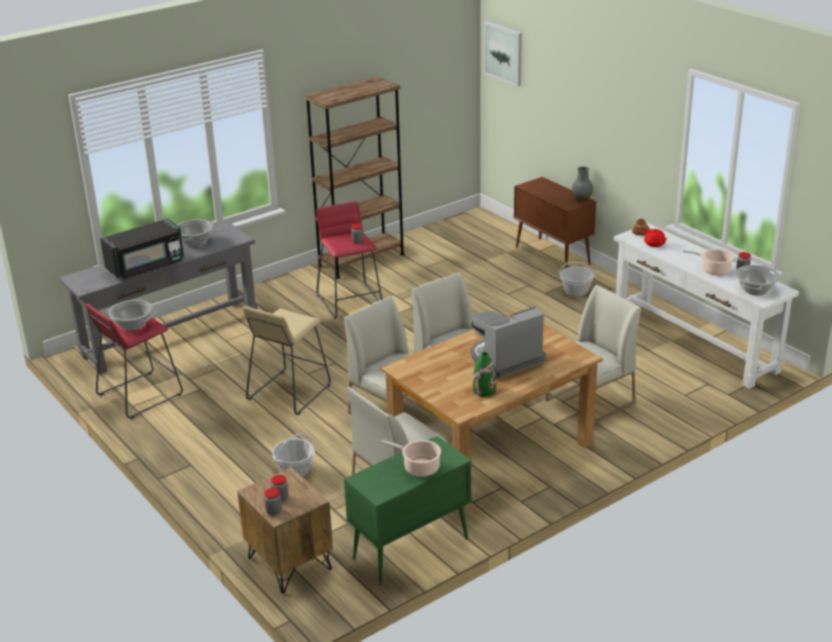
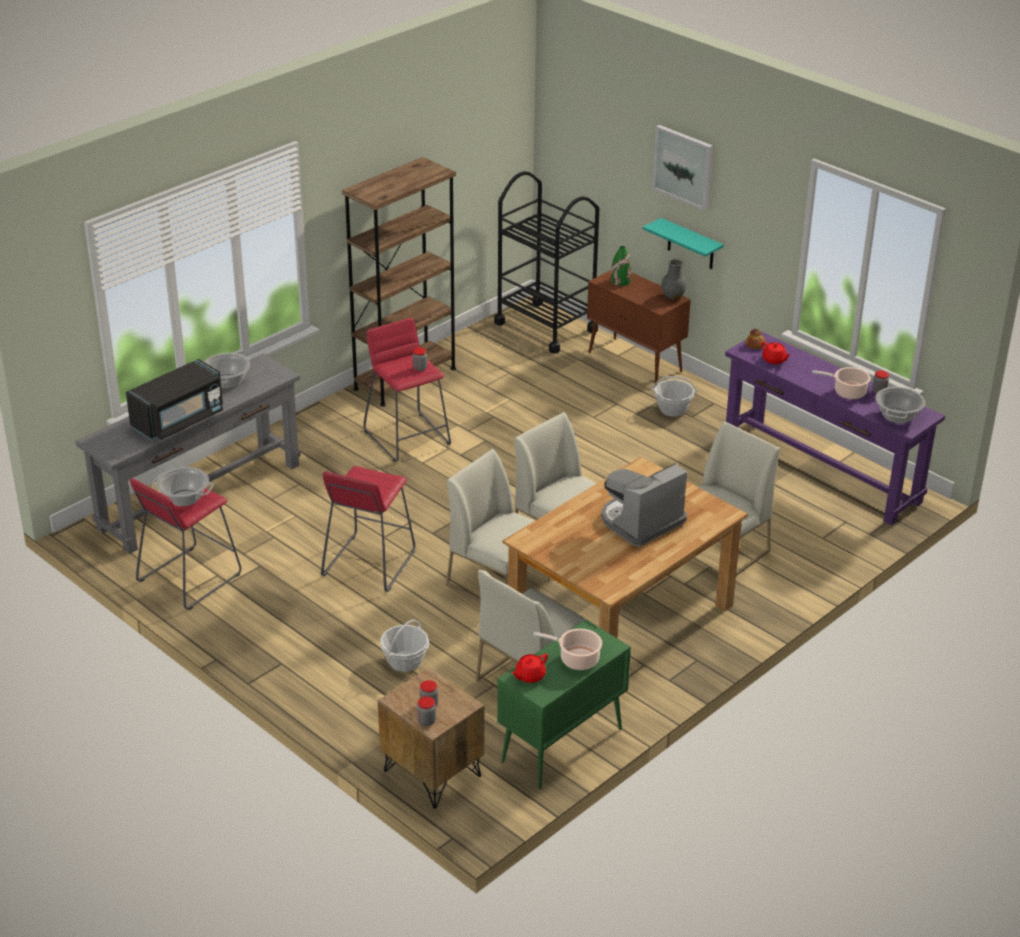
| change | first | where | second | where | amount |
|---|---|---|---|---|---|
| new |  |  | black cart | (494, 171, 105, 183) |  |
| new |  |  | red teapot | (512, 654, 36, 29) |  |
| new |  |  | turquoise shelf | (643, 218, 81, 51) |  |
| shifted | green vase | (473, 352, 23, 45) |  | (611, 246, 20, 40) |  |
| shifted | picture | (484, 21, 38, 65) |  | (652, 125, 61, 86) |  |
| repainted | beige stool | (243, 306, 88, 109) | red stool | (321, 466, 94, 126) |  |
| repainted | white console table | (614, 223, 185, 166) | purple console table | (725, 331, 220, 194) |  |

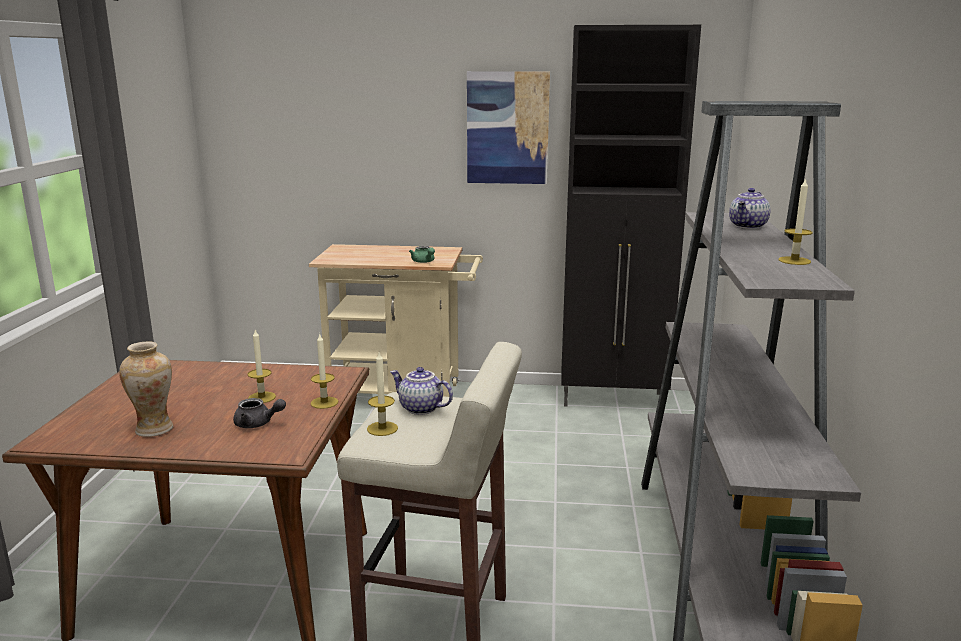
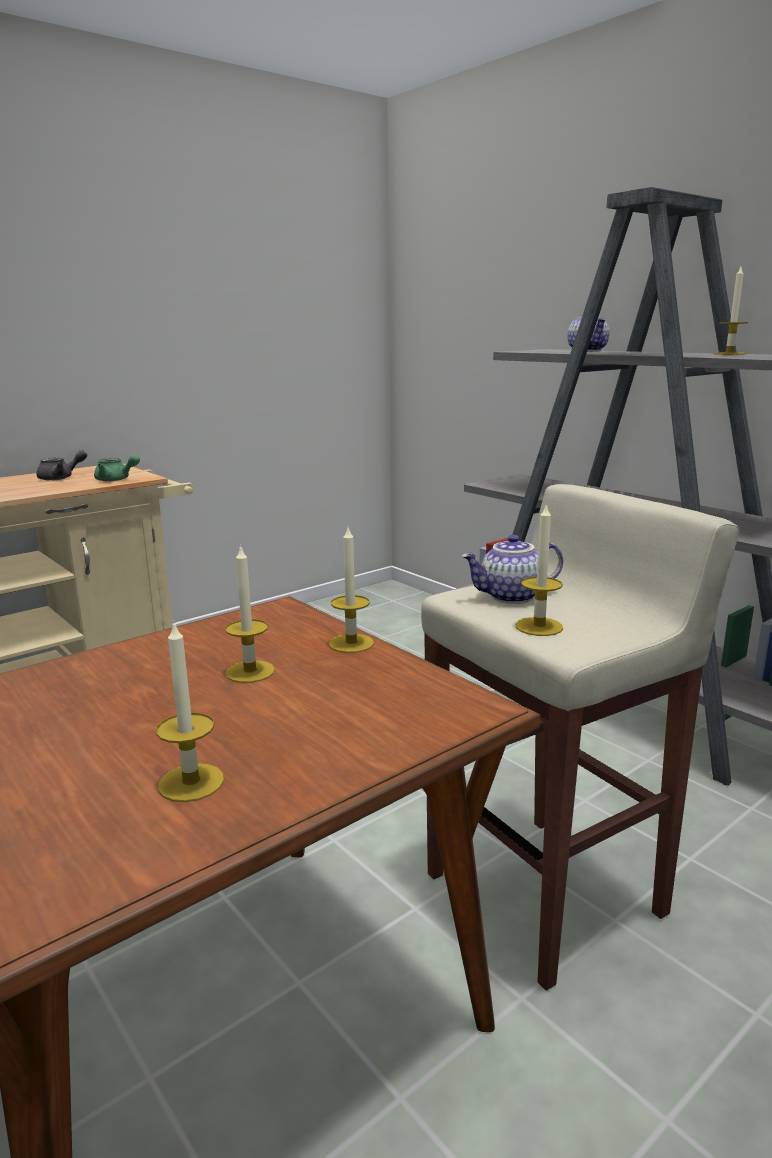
| change | first | where | second | where | amount |
|---|---|---|---|---|---|
| gone | picture | (467, 71, 83, 113) |  |  |  |
| gone | black cabinet | (562, 25, 139, 386) |  |  |  |
| shifted | grey teapot | (233, 398, 53, 30) |  | (36, 450, 51, 31) |  |
| swapped | vase | (119, 341, 54, 96) | candle | (156, 620, 68, 182) |  |

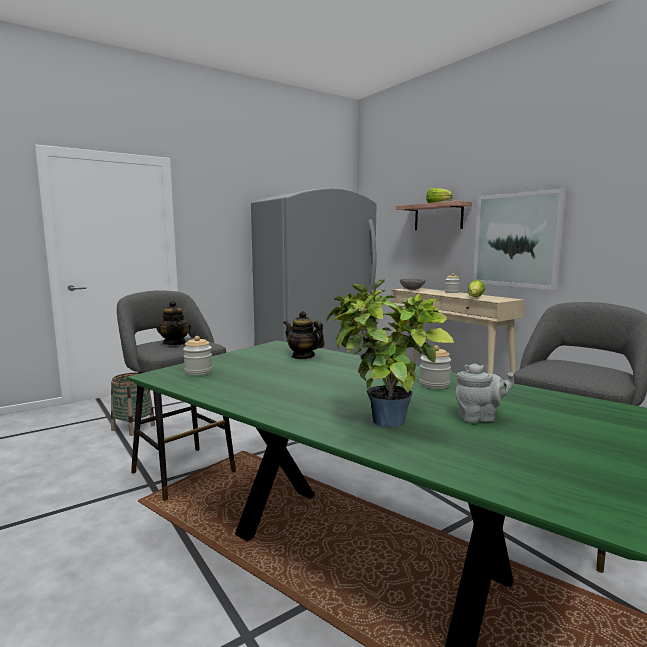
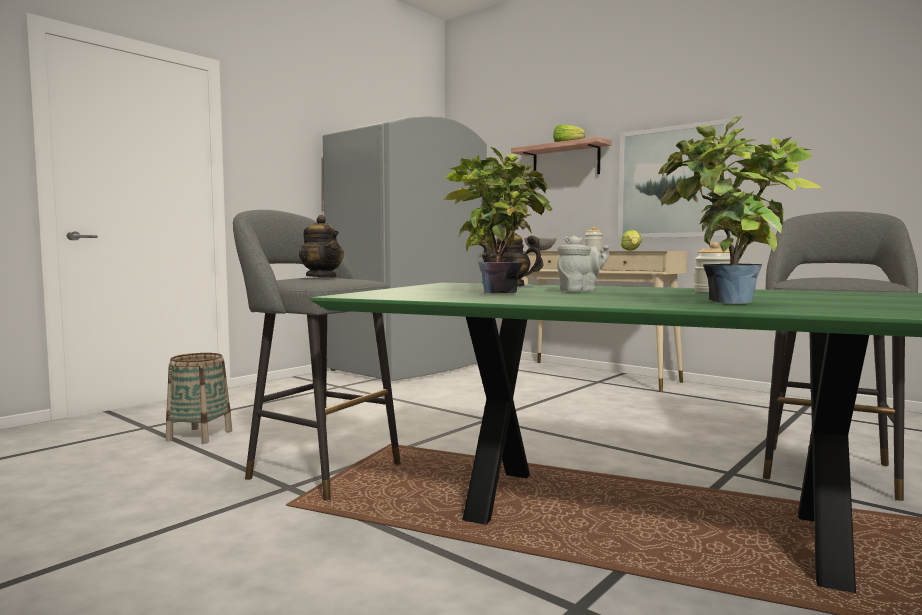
| change | first | where | second | where | amount |
|---|---|---|---|---|---|
| gone | jar | (183, 336, 29, 39) |  |  |  |
| new |  |  | potted plant | (443, 146, 109, 147) |  |
| shifted | grey teapot | (455, 363, 59, 60) |  | (557, 236, 52, 55) |  |

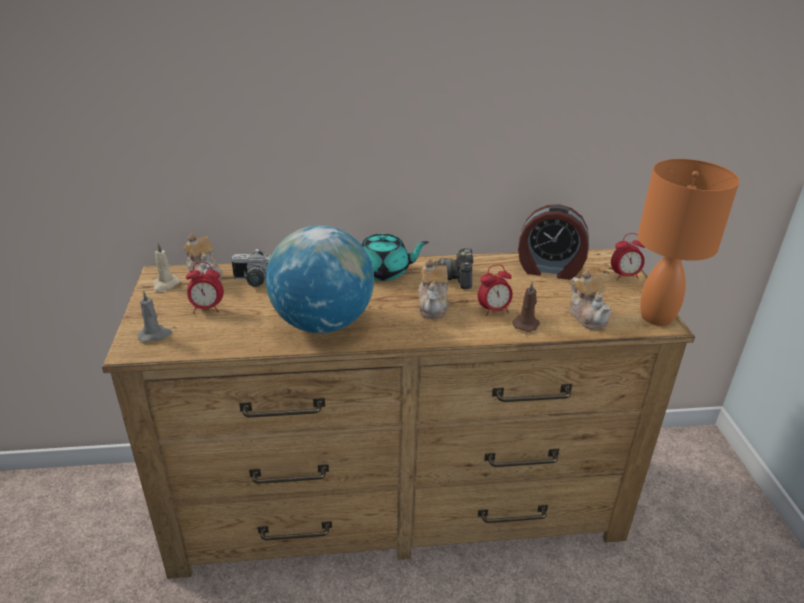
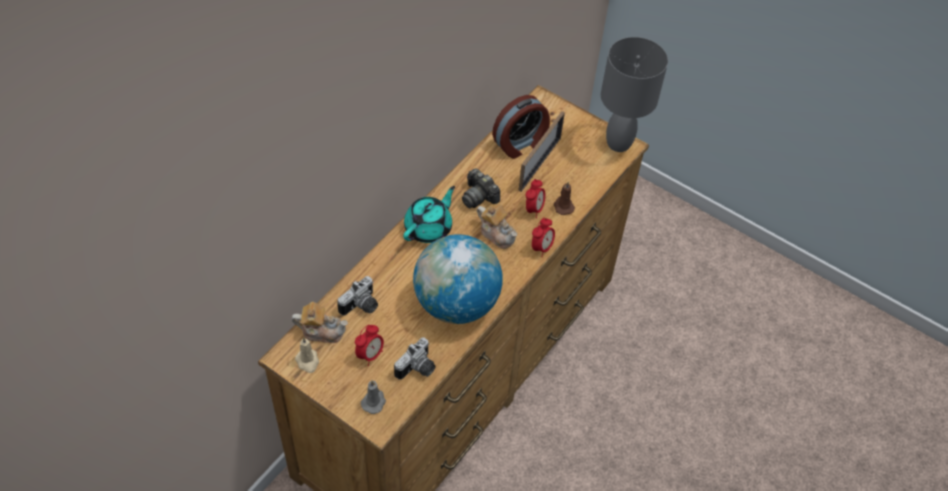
| change | first | where | second | where | amount |
|---|---|---|---|---|---|
| gone | teapot | (569, 270, 42, 60) |  |  |  |
| new |  |  | photo camera | (394, 337, 42, 43) |  |
| new |  |  | picture frame | (519, 111, 46, 81) |  |
| shifted | alarm clock | (611, 233, 34, 47) |  | (532, 218, 23, 39) |  |
| repainted | orange table lamp | (637, 159, 102, 167) | grey table lamp | (601, 37, 67, 115) |  |

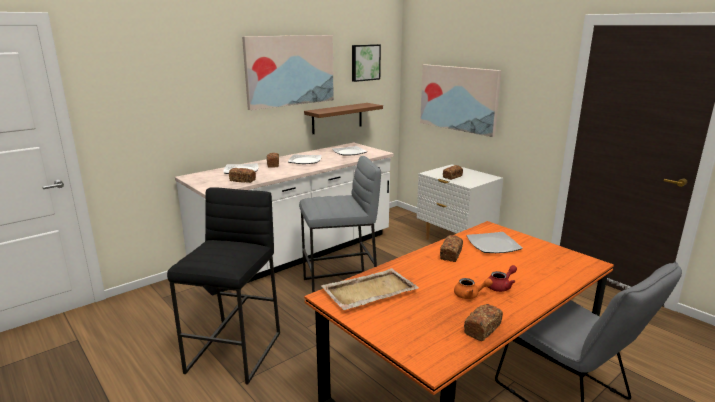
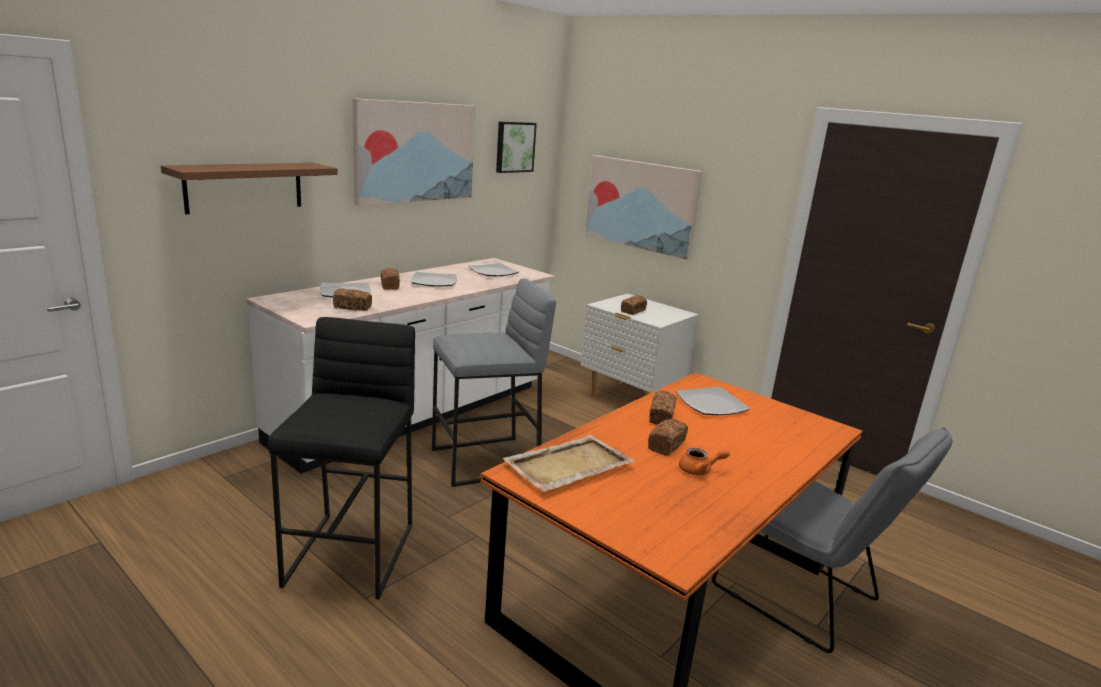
| change | first | where | second | where | amount |
|---|---|---|---|---|---|
| gone | red teapot | (488, 265, 29, 27) |  |  |  |
| shifted | brown shelf | (304, 103, 79, 31) |  | (161, 163, 177, 51) |  |
| shifted | bread | (464, 304, 39, 37) |  | (648, 419, 40, 37) |  |

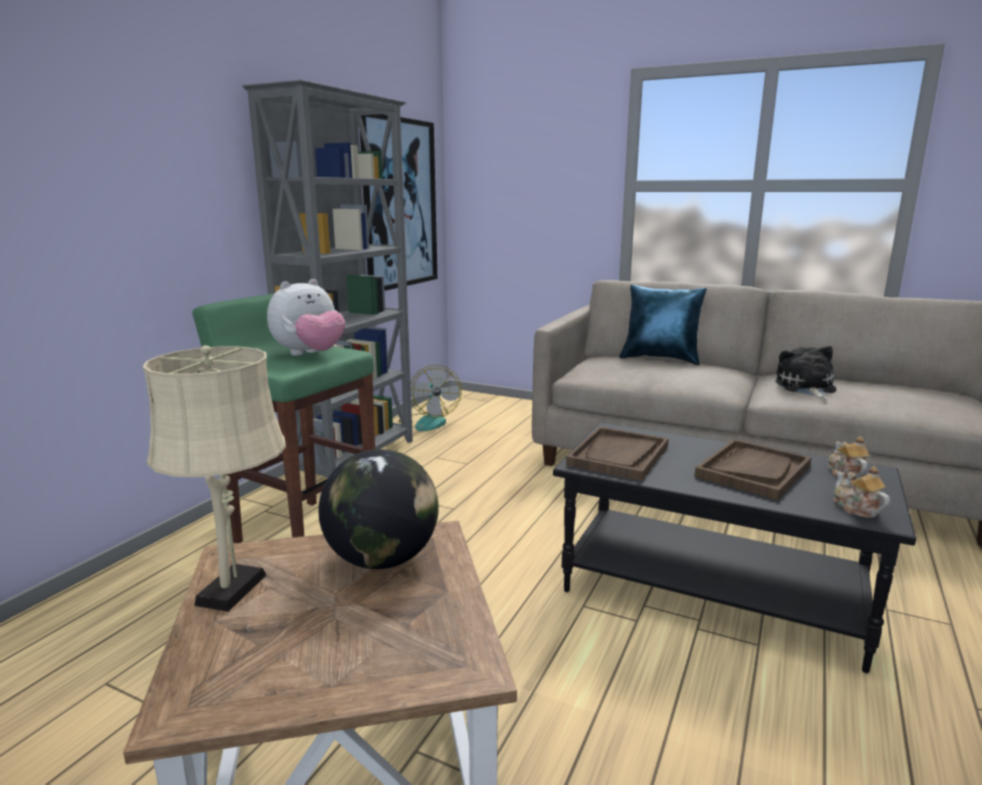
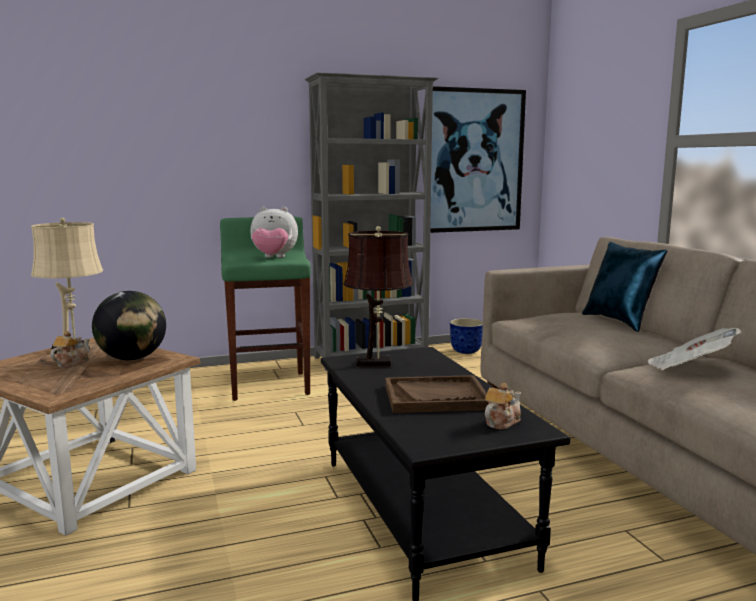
| change | first | where | second | where | amount |
|---|---|---|---|---|---|
| shifted | teapot | (833, 466, 57, 52) |  | (50, 331, 40, 37) |  |
| swapped | fan | (398, 365, 64, 66) | planter | (450, 318, 33, 36) |  |
| swapped | brown tray | (566, 427, 103, 54) | brown table lamp | (344, 226, 69, 141) |  |
| swapped | plush toy | (775, 346, 61, 53) | newspaper | (647, 328, 94, 42) |  |

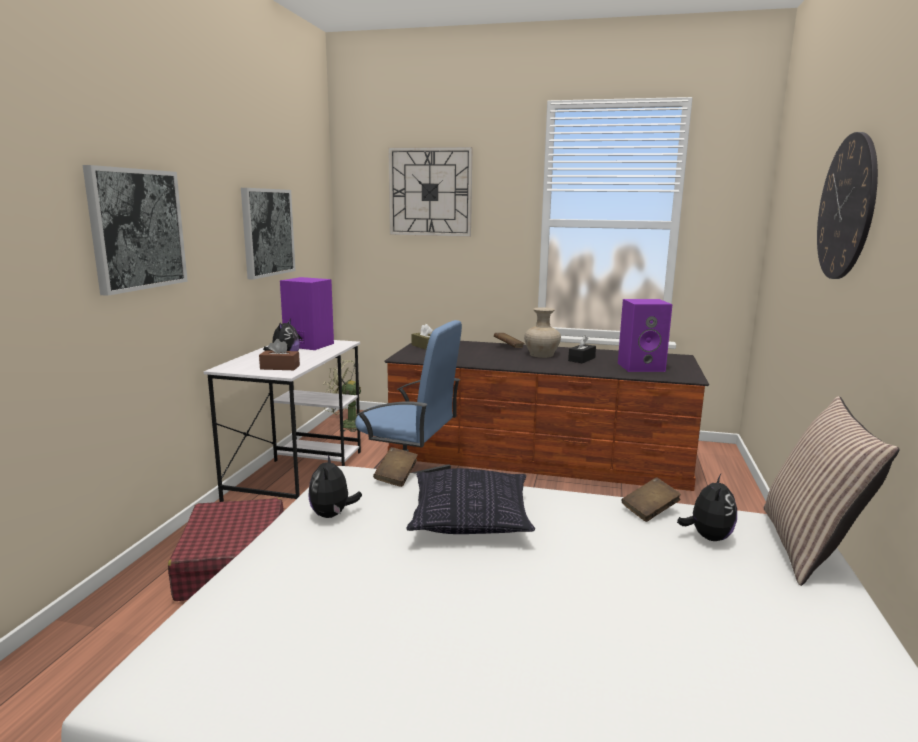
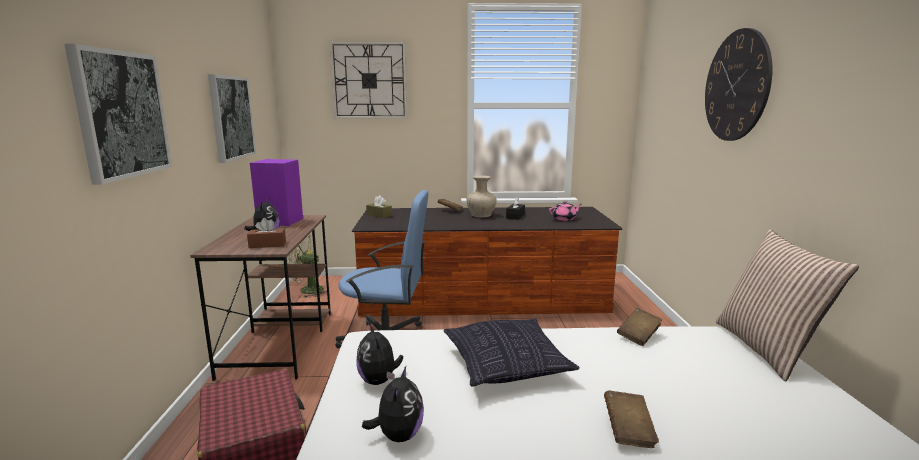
| change | first | where | second | where | amount |
|---|---|---|---|---|---|
| shifted | brown book | (373, 447, 45, 40) |  | (604, 391, 55, 57) |  |
| shifted | plush toy | (677, 474, 60, 67) |  | (362, 366, 62, 76) |  |
| swapped | purple speaker | (618, 299, 54, 73) | pink teapot | (549, 201, 33, 20) |  |
| repainted | white desk | (204, 340, 157, 162) | brown desk | (190, 215, 141, 166) |  |

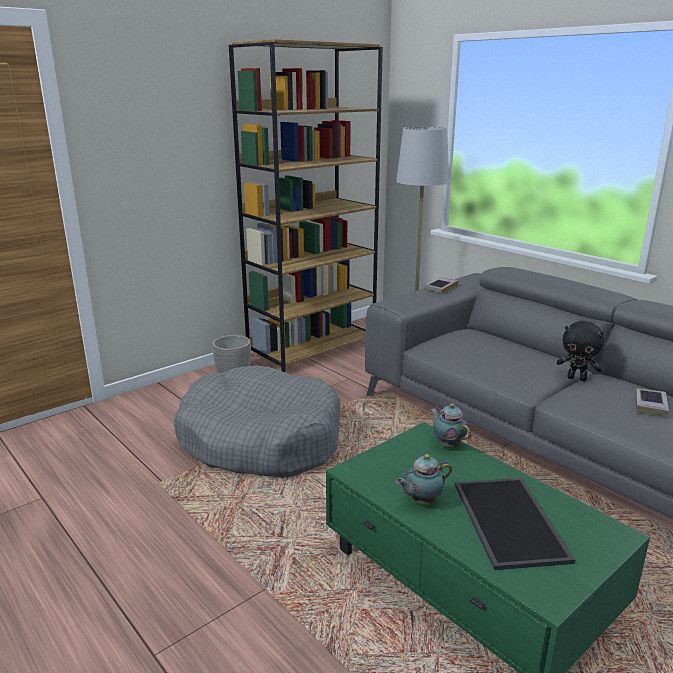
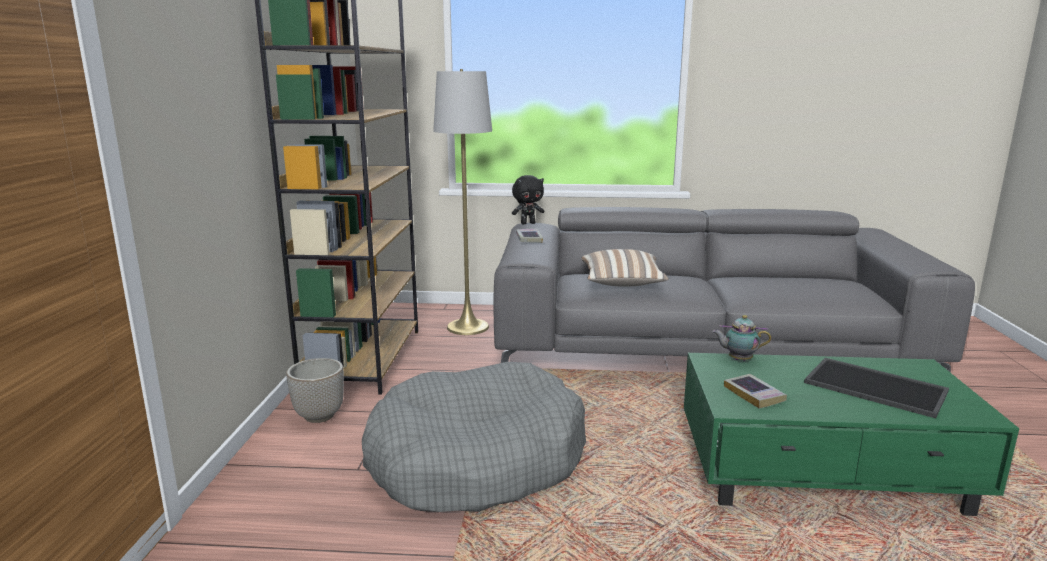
| change | first | where | second | where | amount |
|---|---|---|---|---|---|
| gone | teapot | (396, 454, 56, 50) |  |  |  |
| new |  |  | pillow | (581, 249, 88, 38) |  |
| shifted | black plush toy | (557, 321, 47, 60) |  | (512, 175, 32, 49) |  |
| shifted | book | (636, 388, 33, 28) |  | (724, 374, 63, 35) |  |

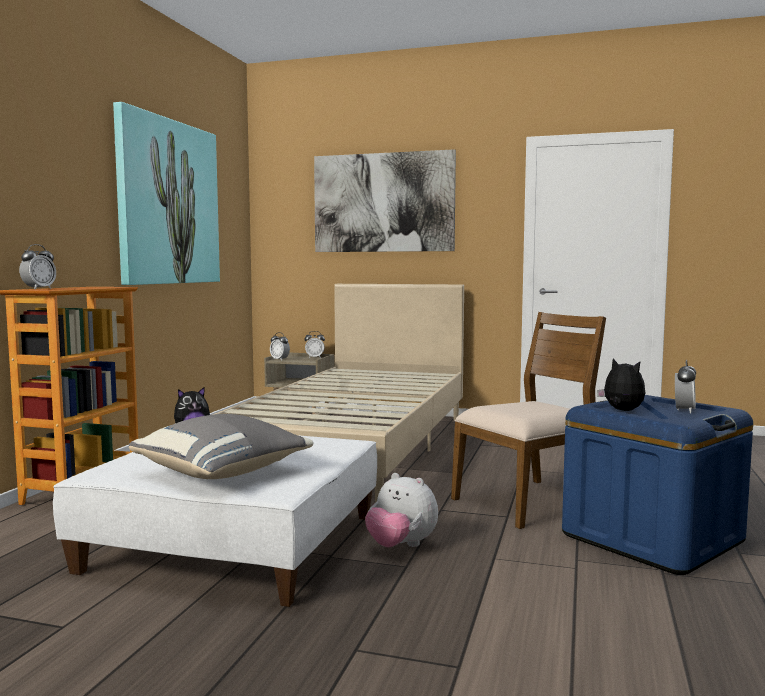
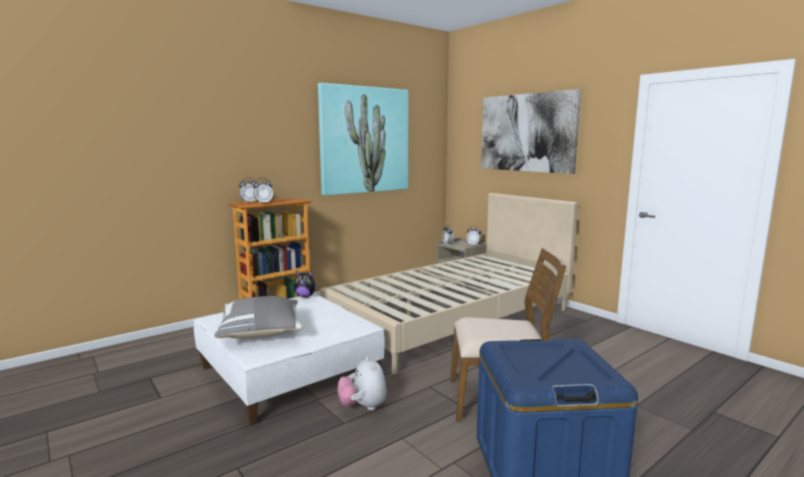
| change | first | where | second | where | amount |
|---|---|---|---|---|---|
| gone | plush toy | (597, 359, 48, 52) |  |  |  |
| shifted | alarm clock | (675, 360, 21, 53) |  | (253, 178, 20, 26) |  |

